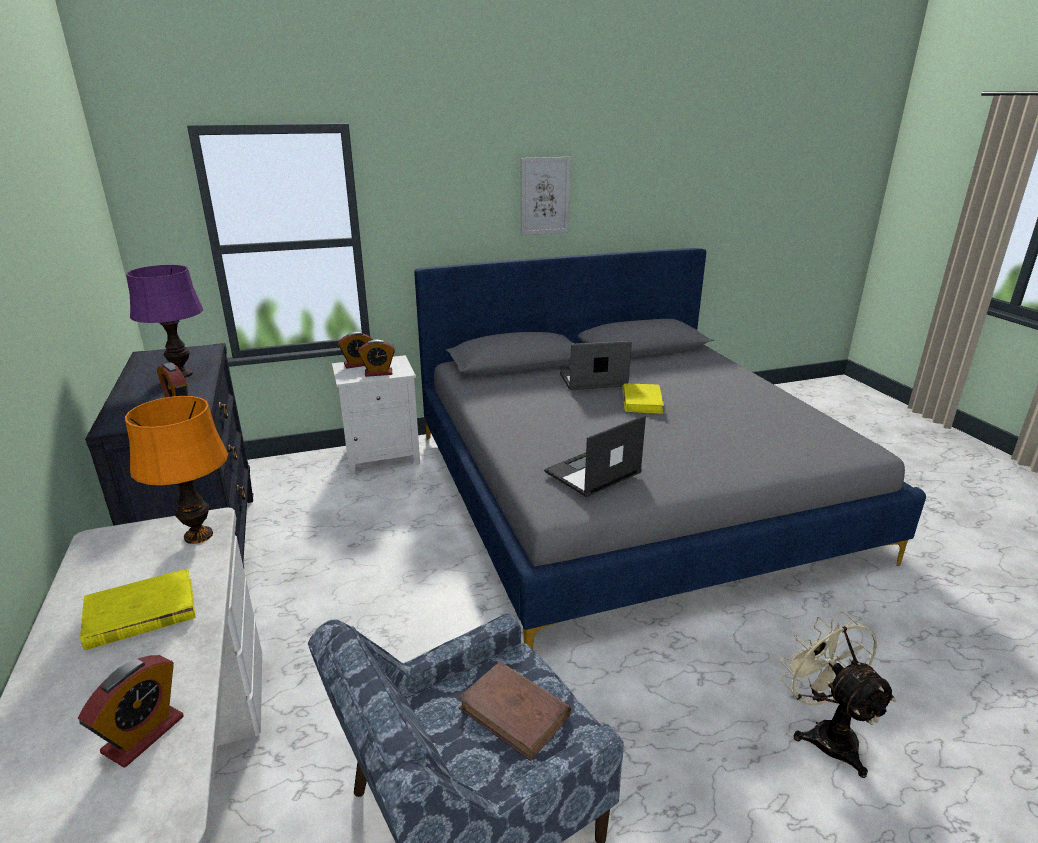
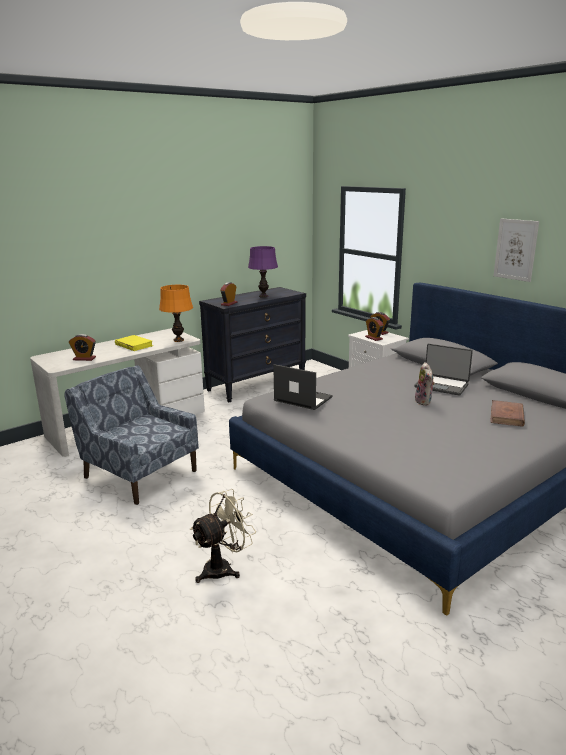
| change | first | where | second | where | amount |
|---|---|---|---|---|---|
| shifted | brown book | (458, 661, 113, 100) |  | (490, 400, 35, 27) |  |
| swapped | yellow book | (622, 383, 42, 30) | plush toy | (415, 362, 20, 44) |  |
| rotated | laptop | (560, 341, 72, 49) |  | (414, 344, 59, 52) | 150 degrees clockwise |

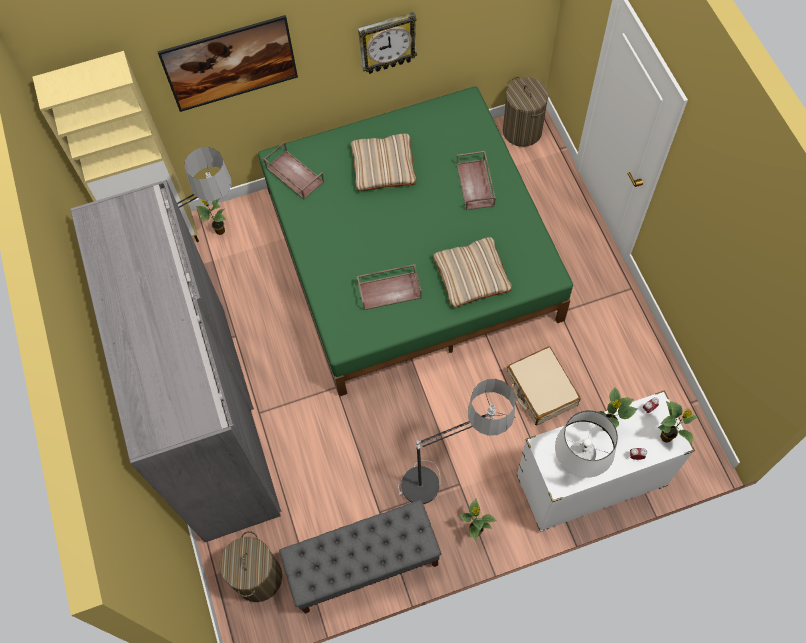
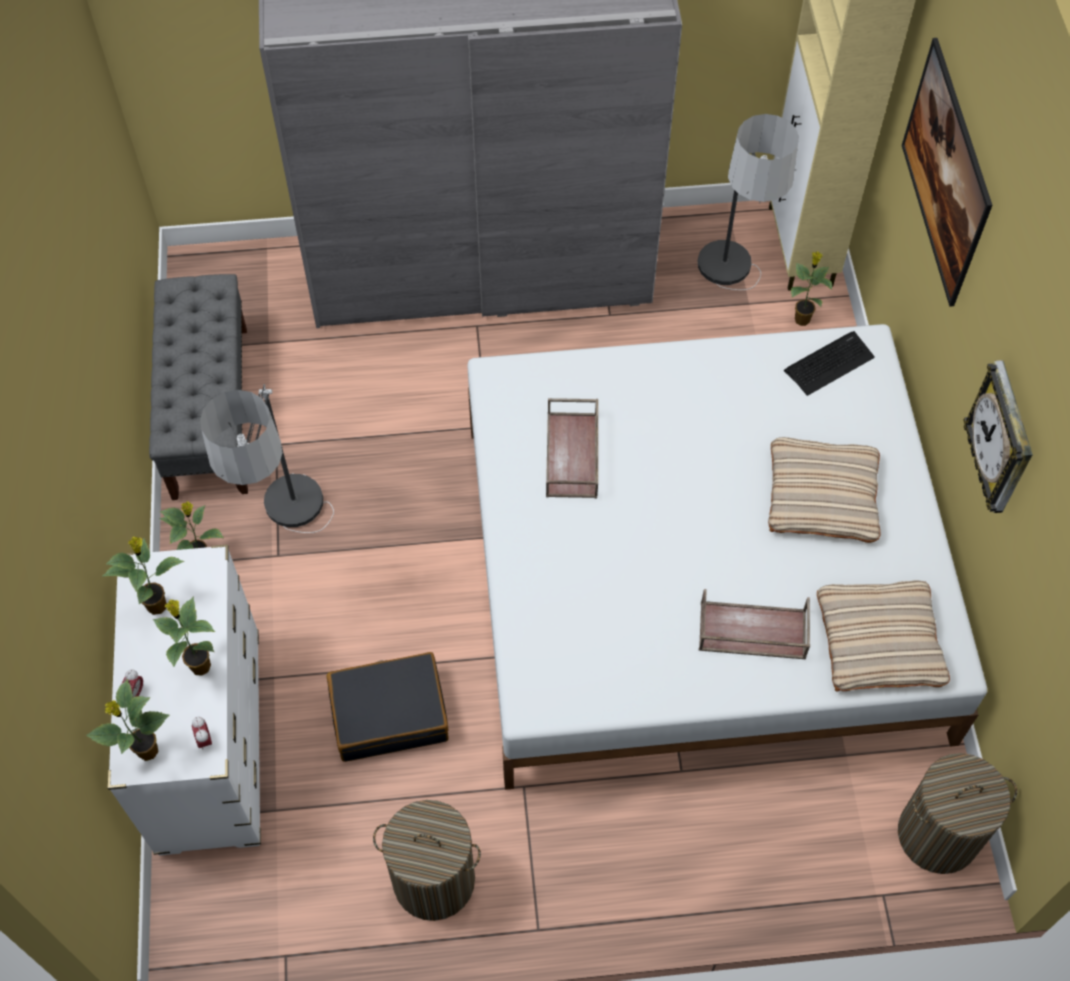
| change | first | where | second | where | amount |
|---|---|---|---|---|---|
| shifted | laundry basket | (220, 531, 62, 71) |  | (373, 800, 108, 121) |  |
| shifted | beige pillow | (433, 237, 79, 70) |  | (817, 580, 133, 112) |  |
| swapped | brown tray | (263, 142, 62, 57) | keyboard | (784, 331, 91, 65) |  |
| swapped | white table lamp | (555, 410, 63, 68) | potted plant | (103, 537, 82, 78) |  |
| repainted | green bed | (258, 86, 315, 311) | white bed | (467, 324, 520, 466) |  |
| repainted | beige suitcase | (507, 346, 74, 80) | black suitcase | (326, 652, 123, 110) |  |

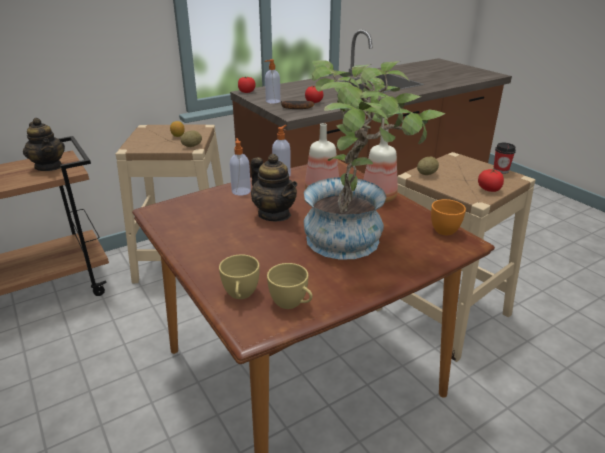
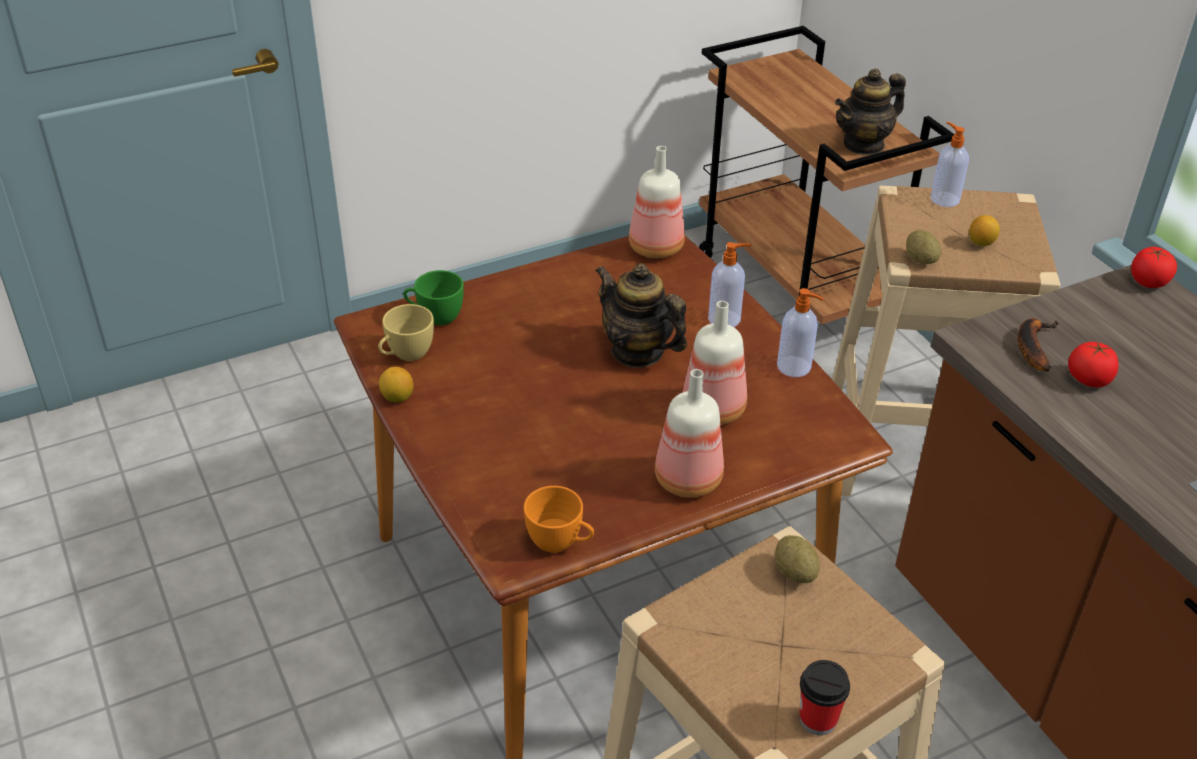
| change | first | where | second | where | amount |
|---|---|---|---|---|---|
| gone | potted plant | (304, 60, 142, 200) |  |  |  |
| gone | tomato | (478, 169, 26, 23) |  |  |  |
| new |  |  | lemon | (379, 367, 35, 35) |  |
| new |  |  | bottle | (629, 146, 56, 112) |  |
| shifted | soap dispenser | (264, 59, 17, 44) |  | (931, 122, 38, 85) |  |
| repainted | yellow cup | (219, 254, 40, 45) | green cup | (403, 270, 61, 55) |  |
| rotated | teapot | (251, 154, 46, 67) |  | (595, 263, 92, 105) | 75 degrees clockwise |

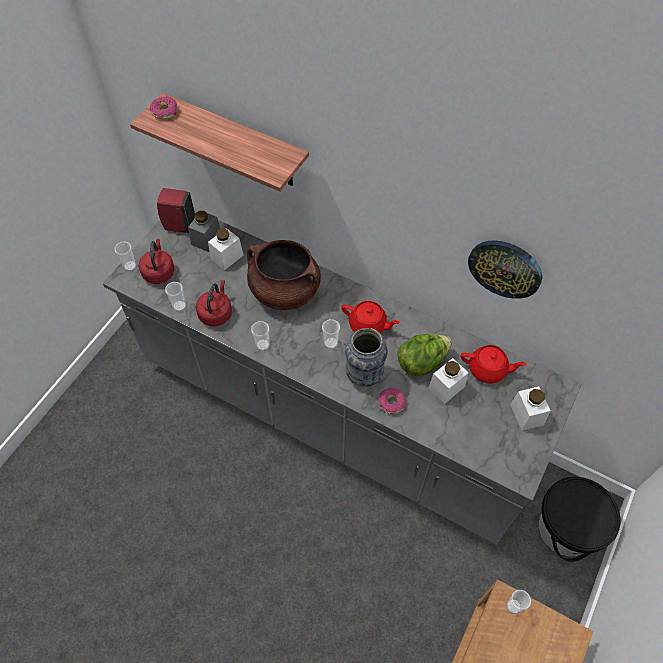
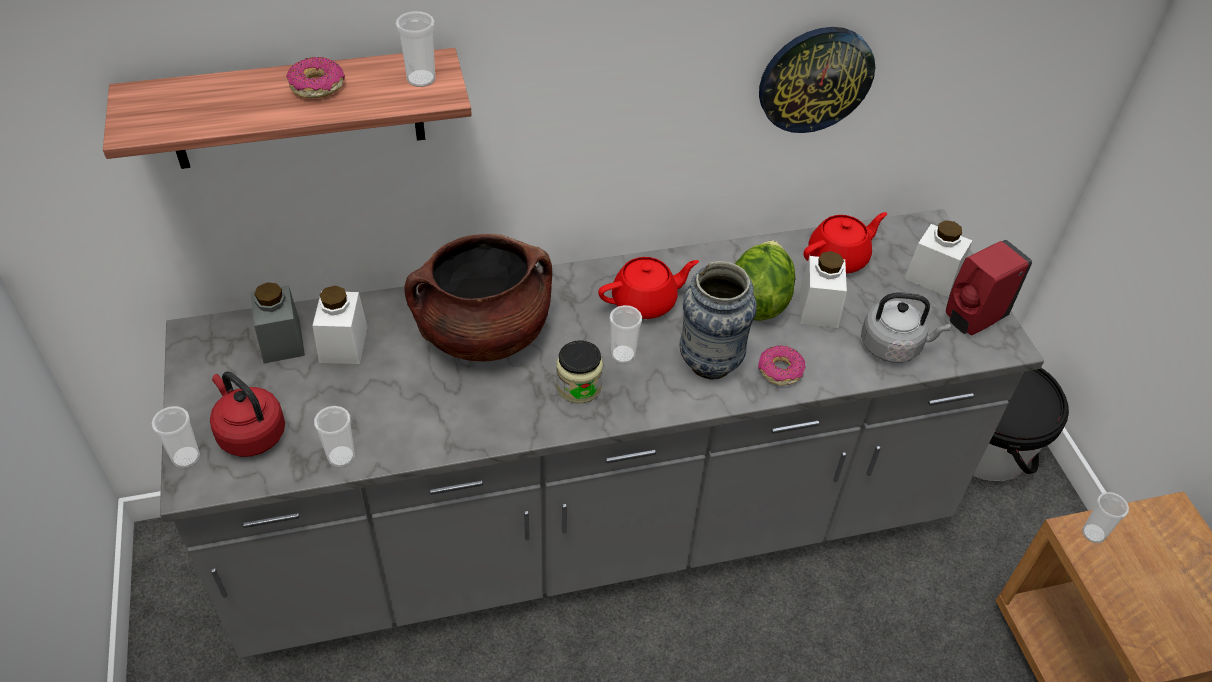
| change | first | where | second | where | amount |
|---|---|---|---|---|---|
| gone | red kettle | (196, 280, 36, 46) |  |  |  |
| new |  |  | jar | (557, 340, 46, 63) |  |
| new |  |  | grey kettle | (861, 292, 90, 71) |  |
| shifted | donut | (150, 97, 27, 22) |  | (286, 57, 59, 41) |  |
| shifted | red soap dispenser | (157, 188, 38, 45) |  | (946, 240, 86, 95) |  |
| shifted | cup | (251, 321, 19, 30) |  | (396, 11, 40, 76) |  |

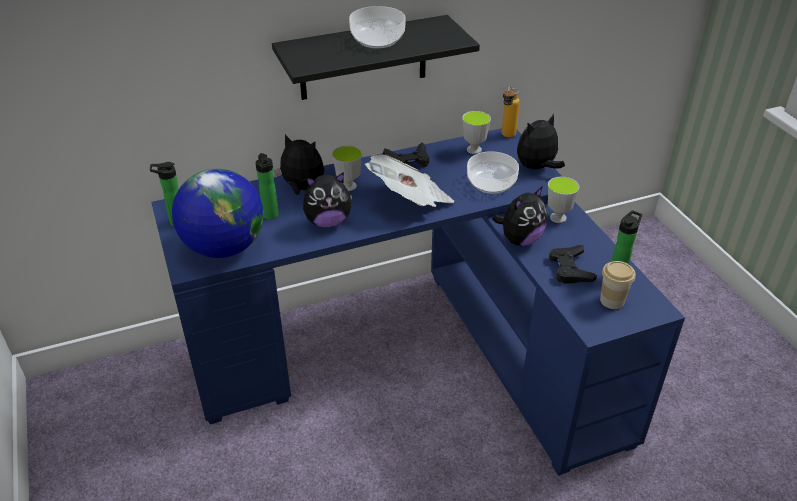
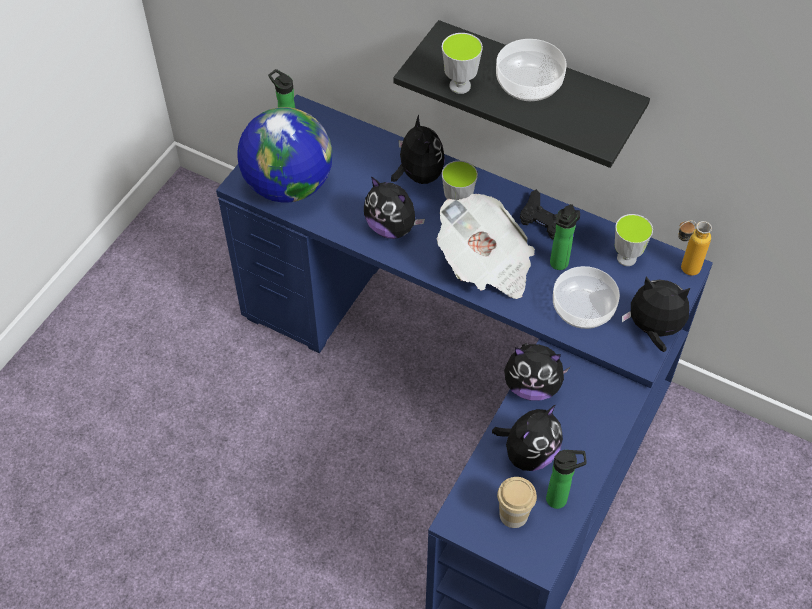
| change | first | where | second | where | amount |
|---|---|---|---|---|---|
| shifted | bottle | (255, 153, 24, 67) |  | (550, 204, 27, 66) |  |
| shifted | cup | (548, 177, 31, 46) |  | (442, 33, 41, 61) |  |
| swapped | black game controller | (549, 245, 48, 39) | plush toy | (492, 405, 71, 66) |  |

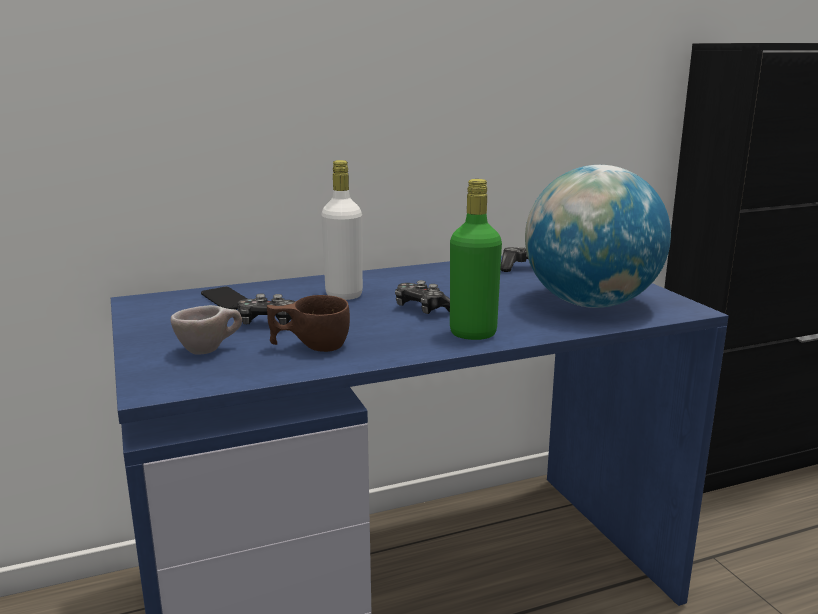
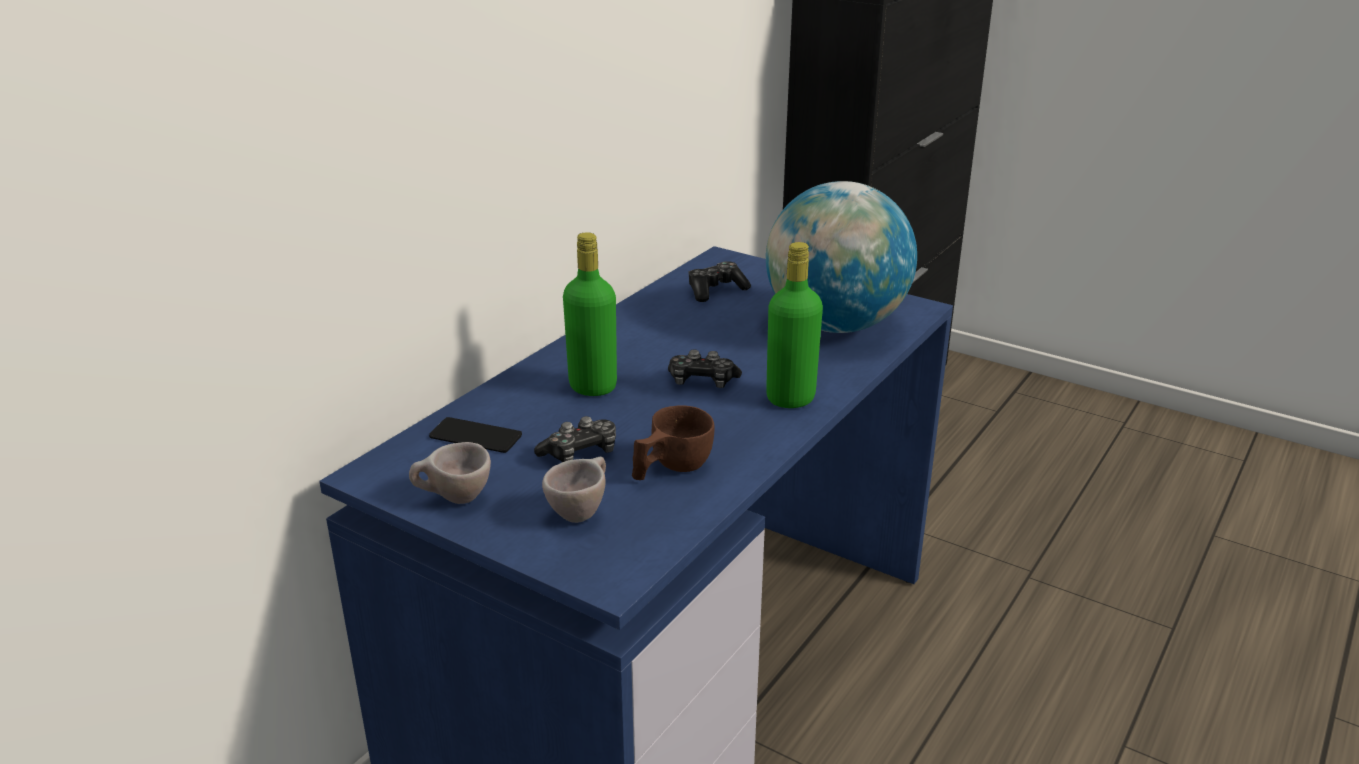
| change | first | where | second | where | amount |
|---|---|---|---|---|---|
| new |  |  | beige cup | (409, 442, 82, 62) |  |
| repainted | white bottle | (321, 160, 42, 140) | green bottle | (563, 232, 54, 164) |  |

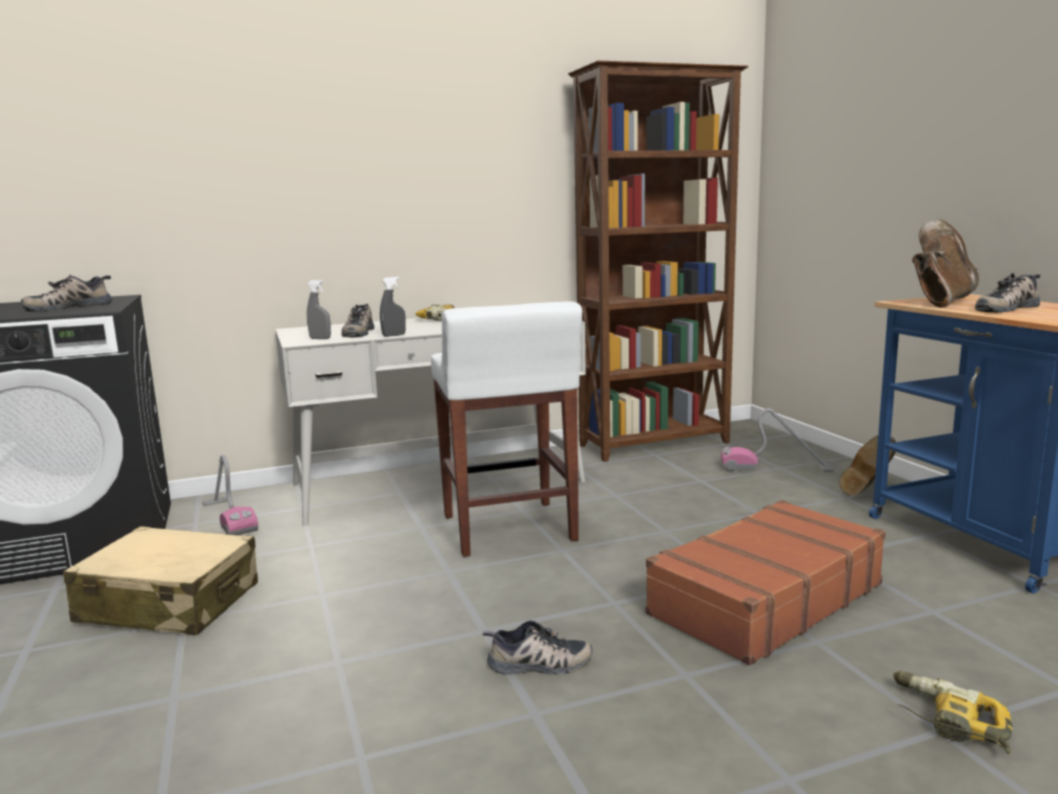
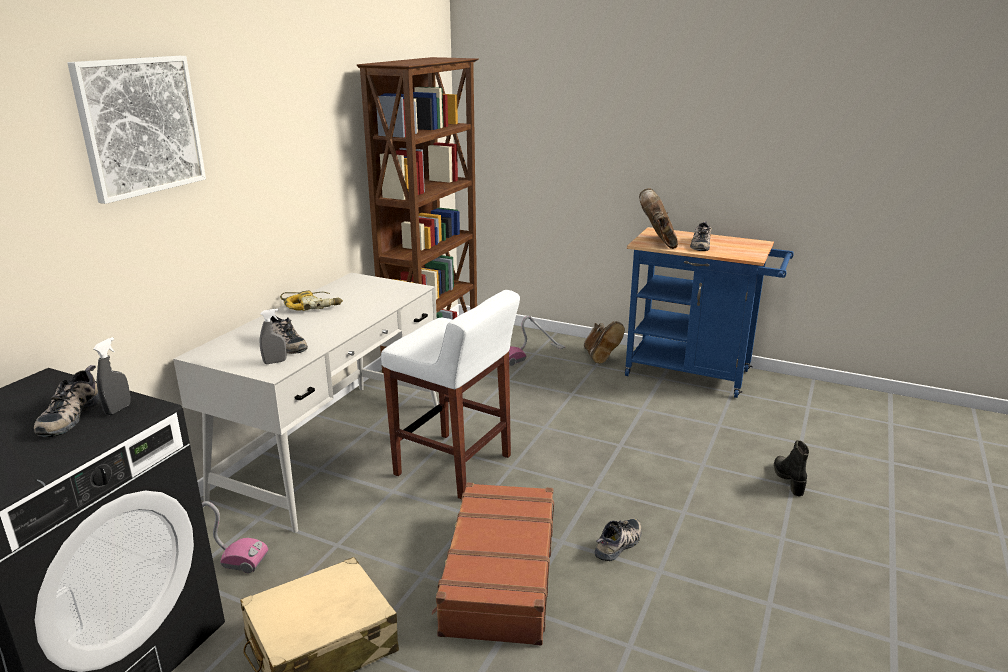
| change | first | where | second | where | amount |
|---|---|---|---|---|---|
| new |  |  | picture | (68, 56, 138, 148) |  |
| shifted | grey spray bottle | (380, 277, 26, 60) |  | (93, 337, 38, 78) |  |
| shifted | brown suitcase | (646, 500, 240, 165) |  | (432, 482, 122, 164) |  |
| swapped | power drill | (893, 671, 119, 83) | black boot | (774, 440, 35, 57) |  |

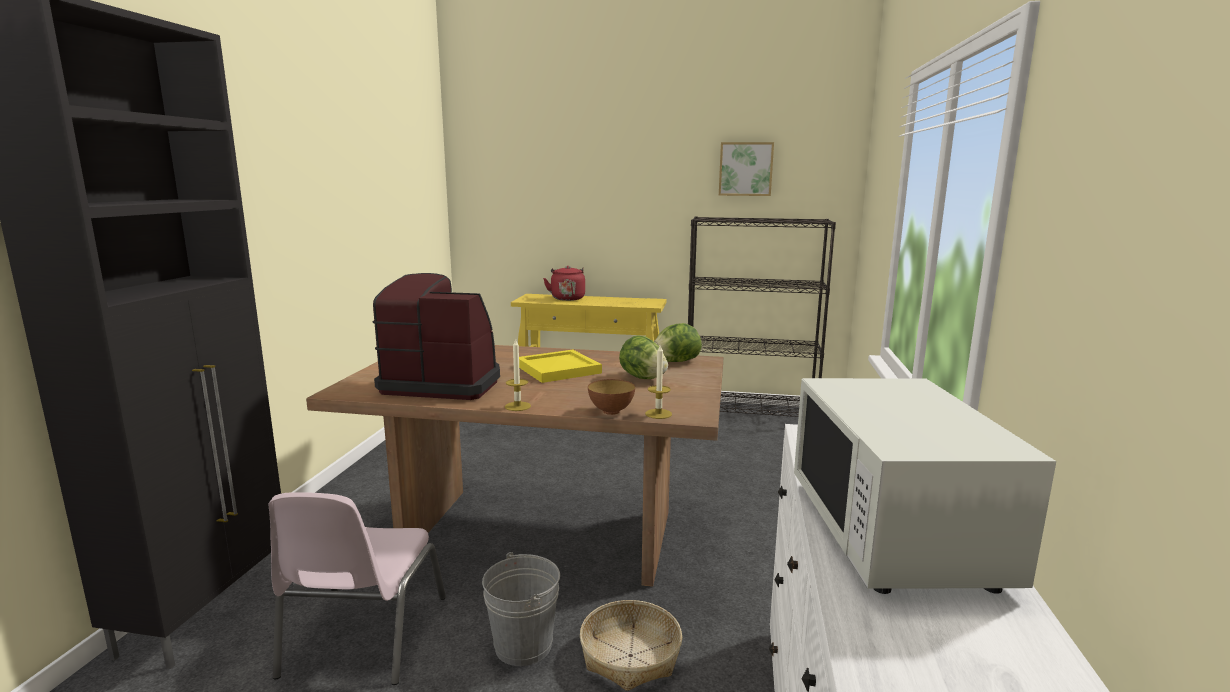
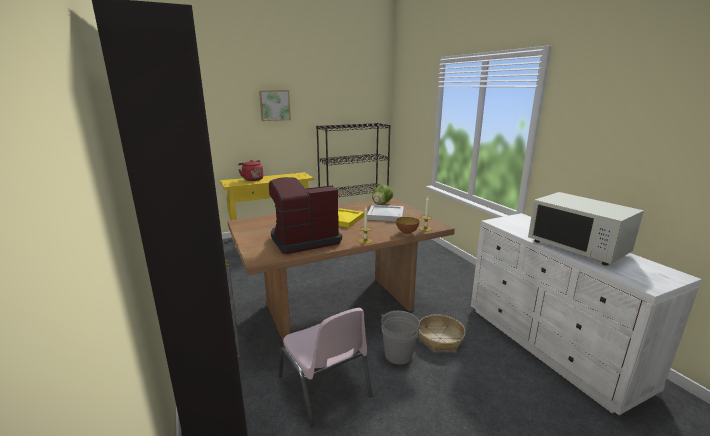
| change | first | where | second | where | amount |
|---|---|---|---|---|---|
| shifted | picture | (719, 142, 55, 54) |  | (259, 90, 32, 31) |  |
| swapped | lettuce | (619, 335, 49, 44) | white tray | (367, 205, 37, 16) |  |

